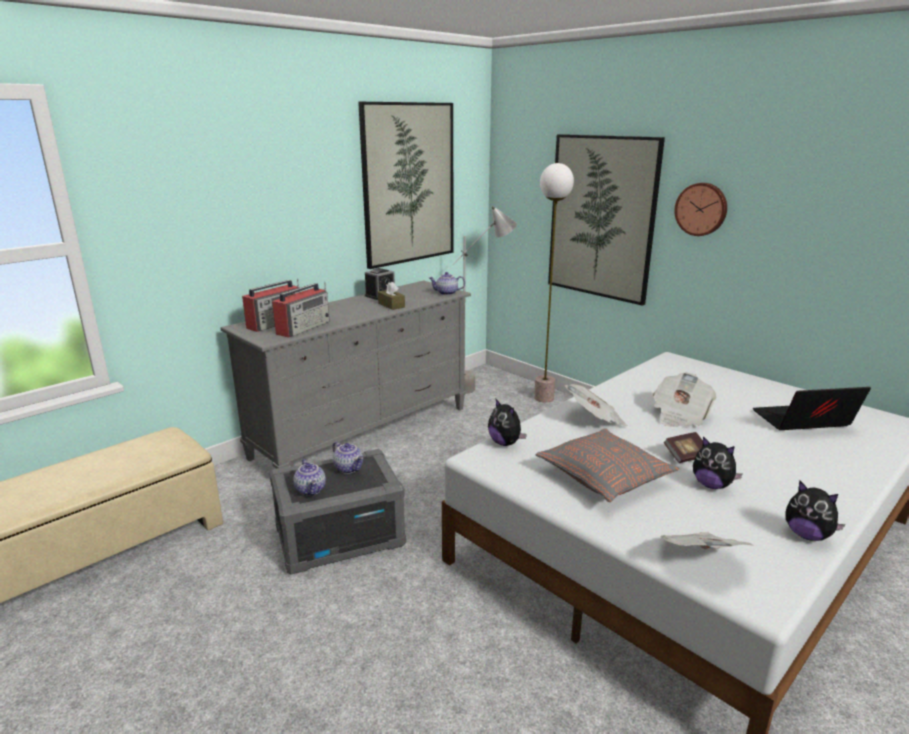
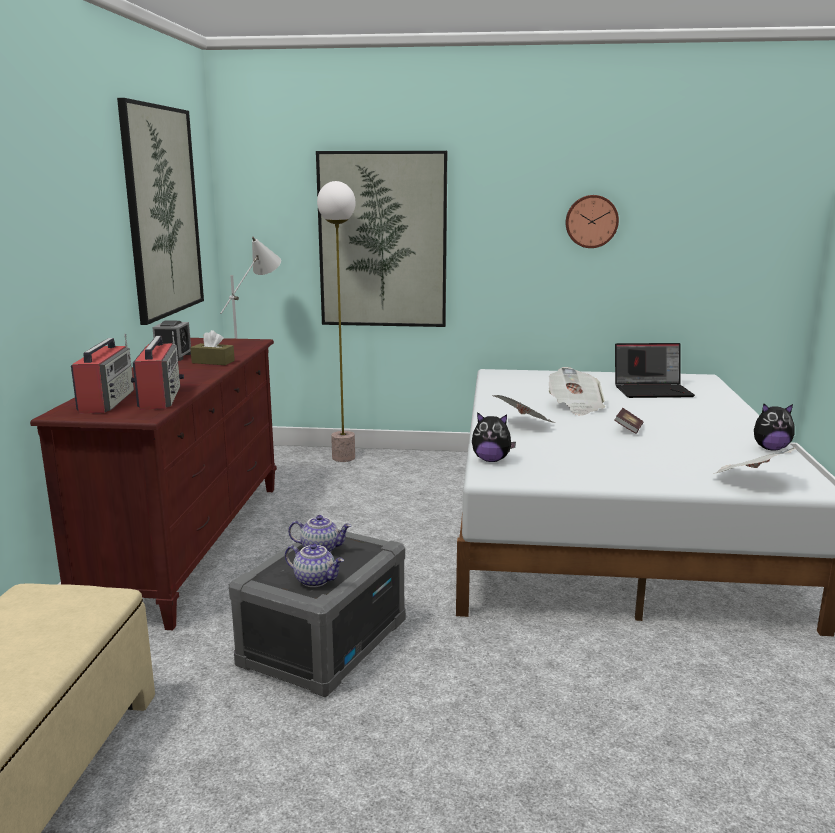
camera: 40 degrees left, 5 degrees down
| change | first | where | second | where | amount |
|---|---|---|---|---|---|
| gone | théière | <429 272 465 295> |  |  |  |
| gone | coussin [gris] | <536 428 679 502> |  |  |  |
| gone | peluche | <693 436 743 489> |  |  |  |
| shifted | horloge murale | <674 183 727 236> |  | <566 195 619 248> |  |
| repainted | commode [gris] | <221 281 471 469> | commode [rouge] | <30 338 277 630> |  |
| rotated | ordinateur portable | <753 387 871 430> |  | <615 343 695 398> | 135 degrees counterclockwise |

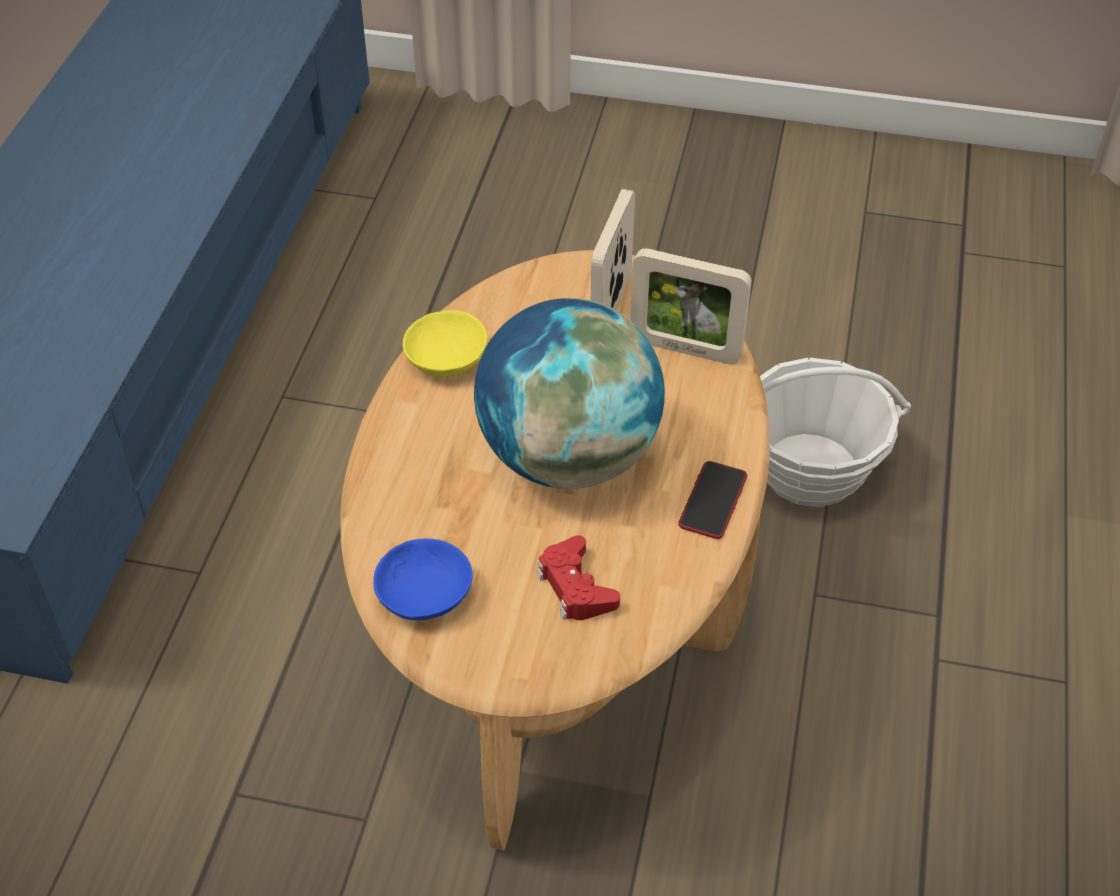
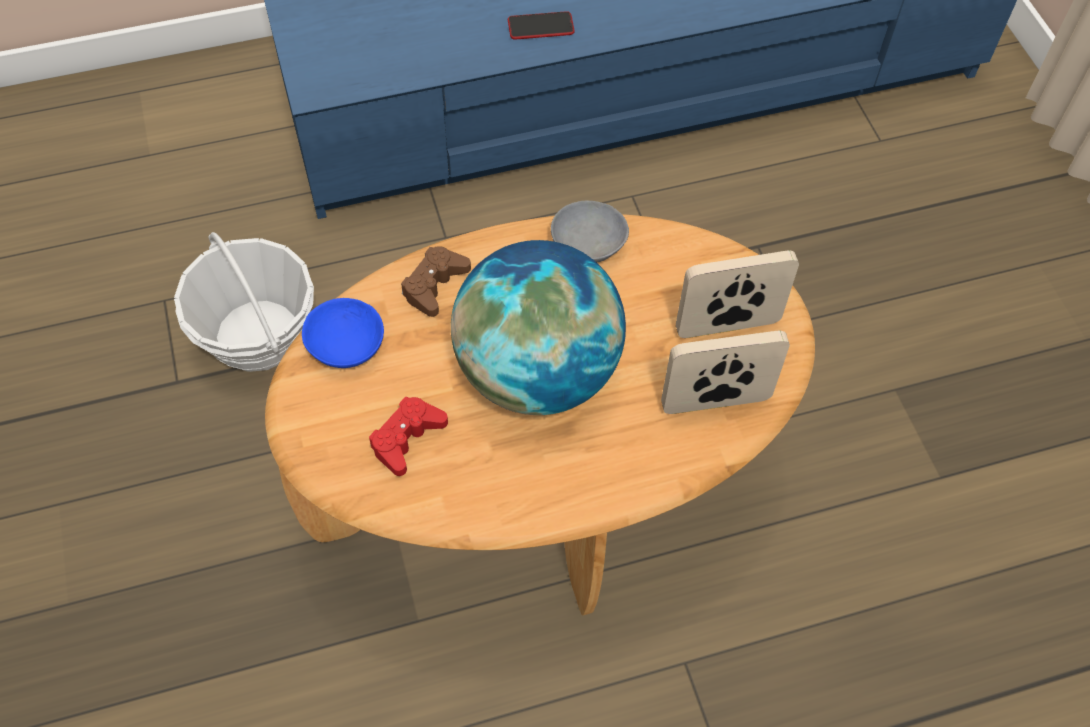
camera: 60 degrees right, 10 degrees up
| change | first | where | second | where | amount |
|---|---|---|---|---|---|
| new |  |  | manette [marron] | <401 246 471 317> |  |
| shifted | téléphone | <678 461 747 539> |  | <508 11 575 40> |  |
| shifted | panier | <760 358 911 507> |  | <174 232 314 372> |  |
| repainted | bol [jaune] | <403 310 487 377> | bol [gris] | <551 201 629 262> |  |
| rotated | cadre photo | <630 248 752 364> |  | <661 331 790 414> | 90 degrees clockwise |

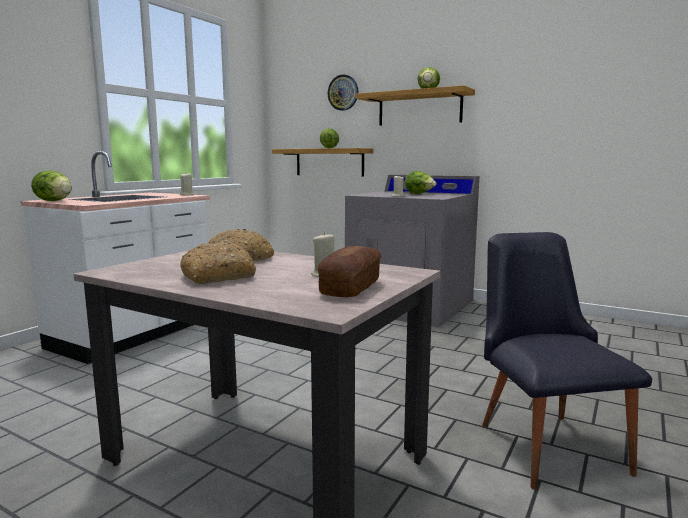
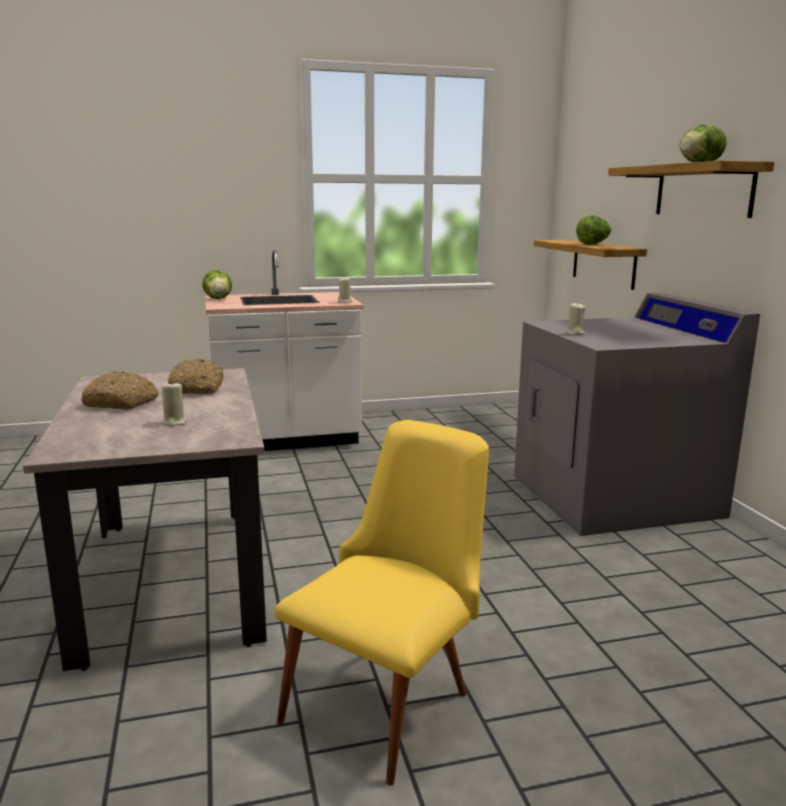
camera: 45 degrees right, 5 degrees up
| change | first | where | second | where | amount |
|---|---|---|---|---|---|
| gone | pain | <318 246 381 297> |  |  |  |
| gone | horloge murale | <328 74 358 111> |  |  |  |
| gone | laitue | <405 171 436 194> |  |  |  |
| repainted | chaise [noir] | <482 232 652 490> | chaise [jaune] | <274 420 489 786> |  |

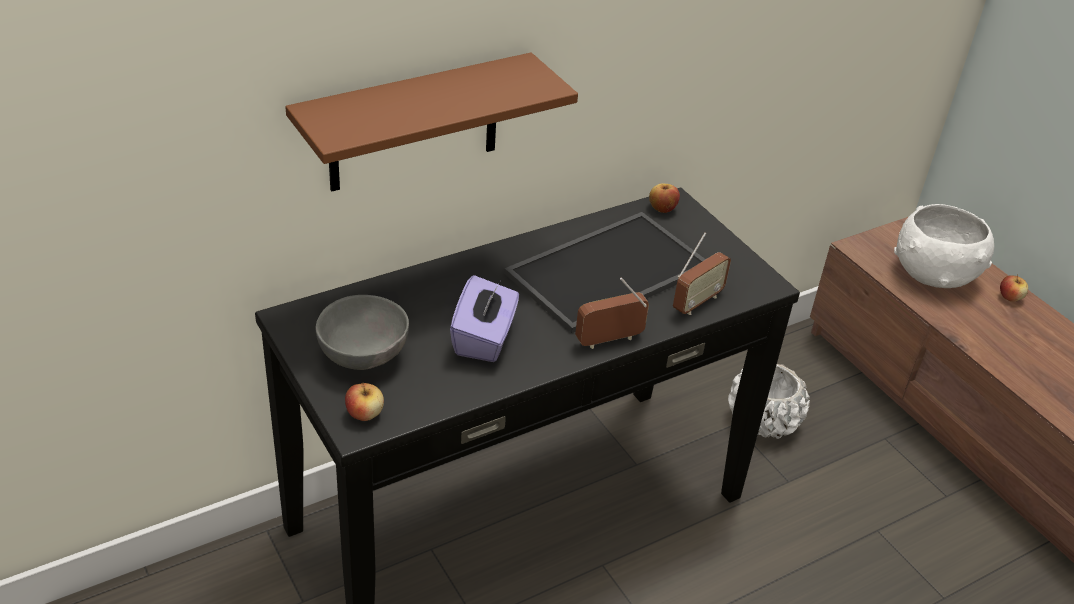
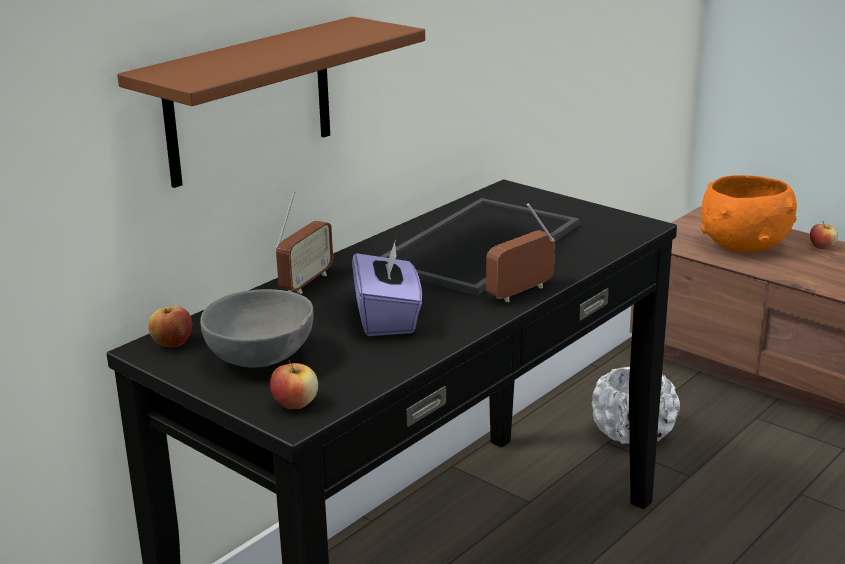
camera: 15 degrees left, 15 degrees down
| change | first | where | second | where | amount |
|---|---|---|---|---|---|
| shifted | pomme | <649 184 680 213> |  | <148 307 192 347> |  |
| shifted | radio | <673 232 731 315> |  | <275 191 333 294> |  |
| repainted | bol [blanc] | <894 204 994 288> | bol [orange] | <701 175 797 253> |  |

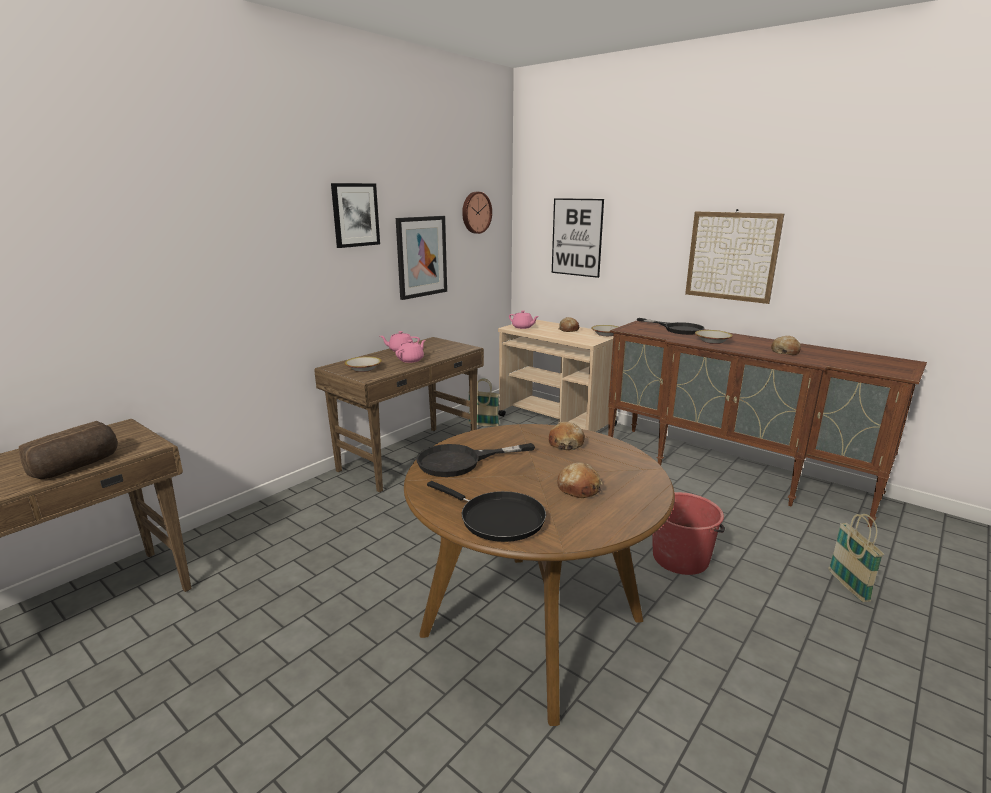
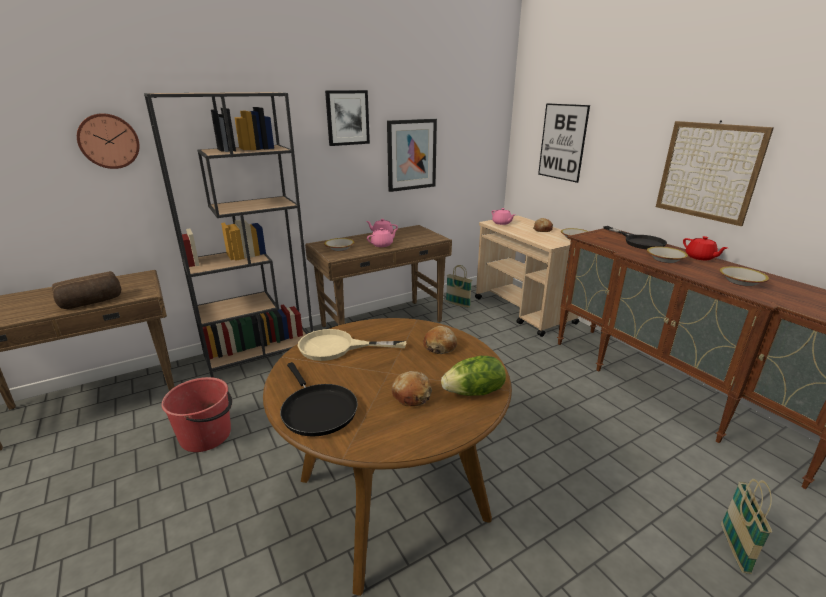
camera: 20 degrees right, 5 degrees up
| change | first | where | second | where | amount |
|---|---|---|---|---|---|
| new |  |  | bibliothèque | <144 92 313 378> |  |
| new |  |  | laitue | <441 356 506 396> |  |
| new |  |  | théière [rouge] | <683 236 727 260> |  |
| shifted | horloge murale | <462 192 492 234> |  | <77 113 140 169> |  |
| shifted | seau [rouge] | <653 492 725 575> |  | <161 377 232 452> |  |
| swapped | pain | <771 336 801 355> | bol | <719 266 769 286> |  |
| repainted | poêle [noir] | <416 443 535 477> | poêle [beige] | <298 329 406 361> |  |

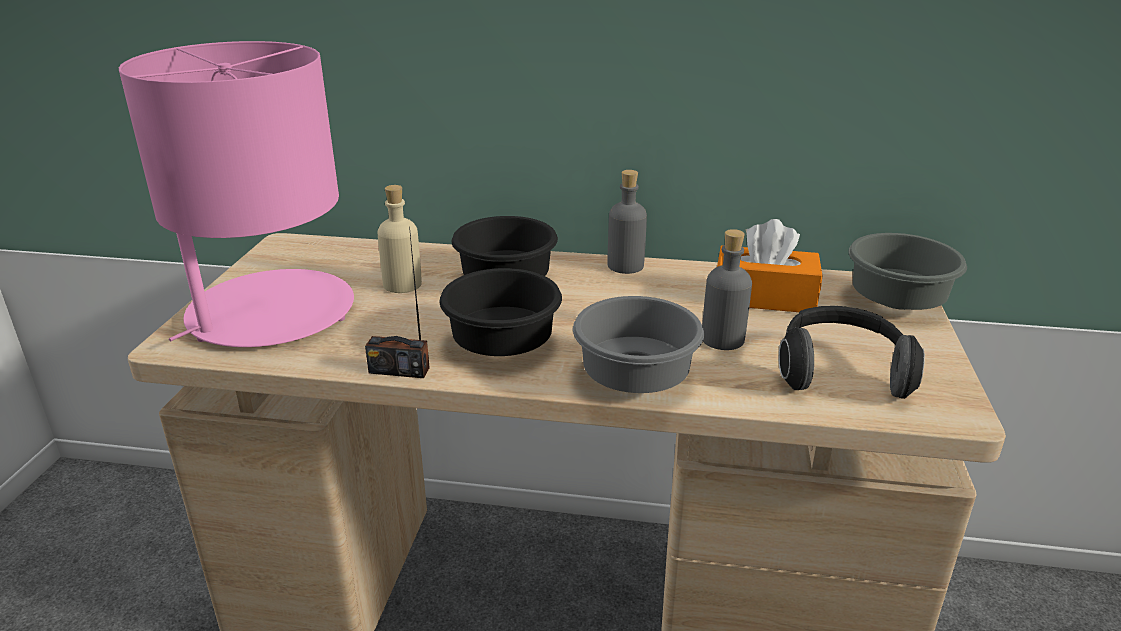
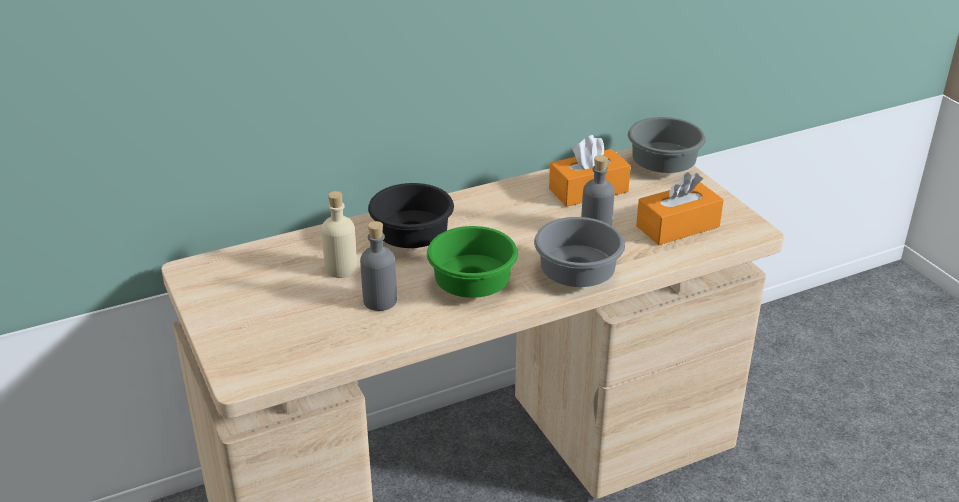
camera: 35 degrees left, 5 degrees up
| change | first | where | second | where | amount |
|---|---|---|---|---|---|
| gone | lampe de table [rose] | <119 41 354 347> |  |  |  |
| gone | radio | <365 226 430 378> |  |  |  |
| shifted | bouteille [gris] | <608 170 647 274> |  | <360 221 397 311> |  |
| swapped | casque audio | <779 306 925 399> | boîte à mouchoirs [orange] | <636 172 724 245> |  |
| repainted | bol [noir] | <440 268 562 356> | bol [vert] | <427 226 518 298> |  |

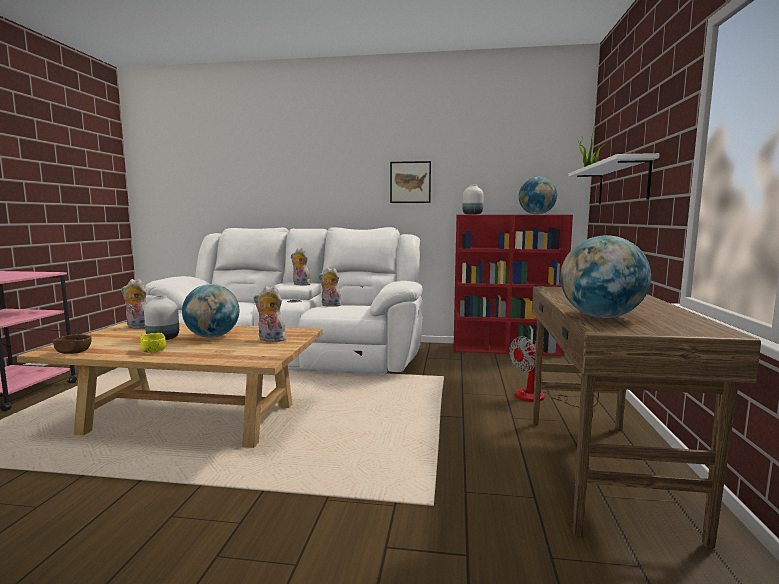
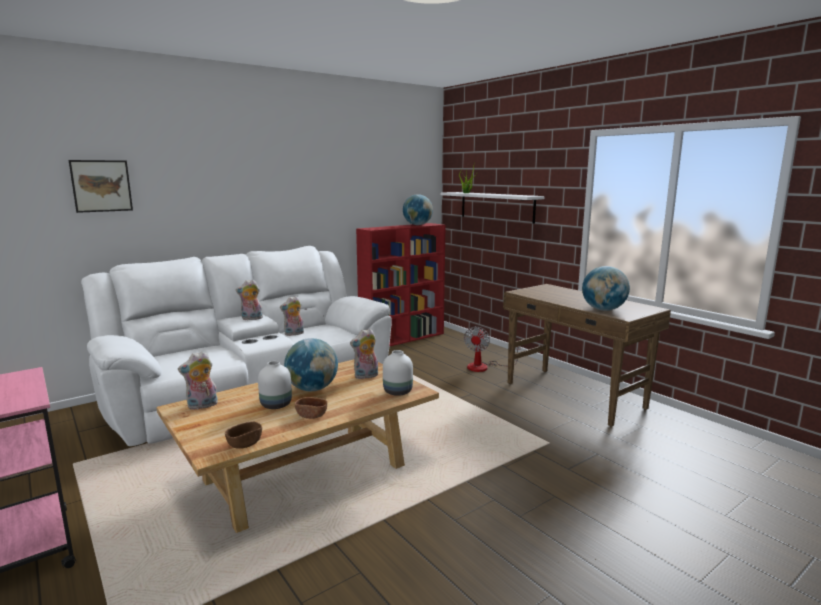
camera: 45 degrees left, 5 degrees up
| change | first | where | second | where | amount |
|---|---|---|---|---|---|
| shifted | tableau | <390 161 431 203> |  | <69 160 133 213> |  |
| shifted | vase [blanc] | <463 185 484 215> |  | <383 350 413 396> |  |
| repainted | bol [jaune] | <140 333 166 353> | bol [marron] | <295 397 327 419> |  |

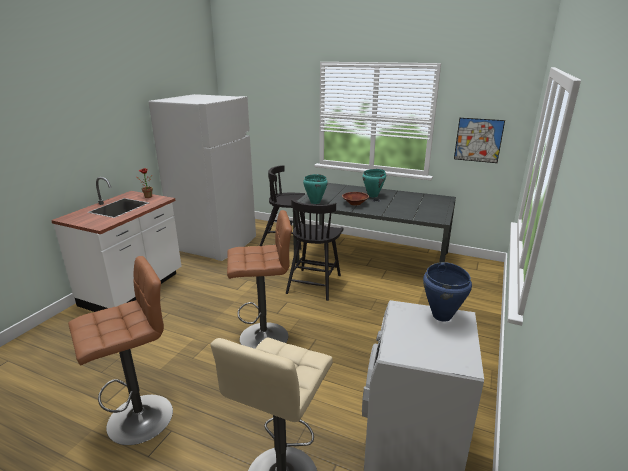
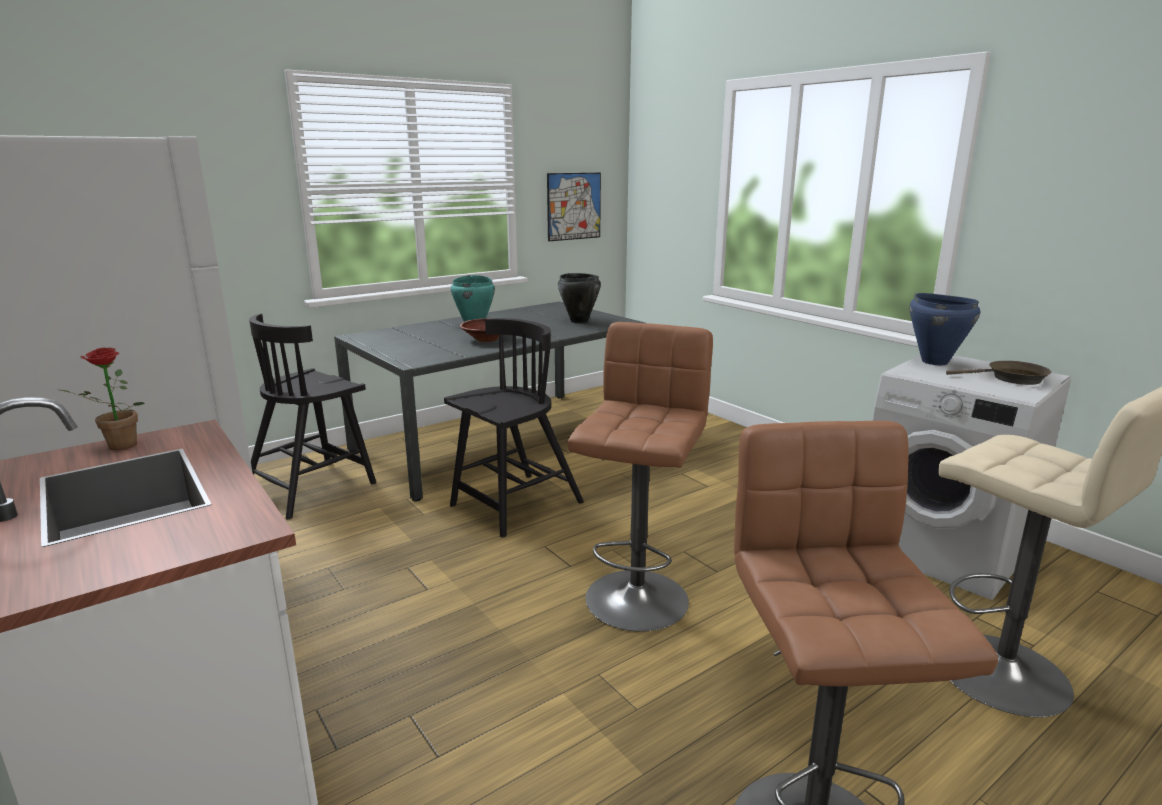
camera: 60 degrees left, 5 degrees down
| change | first | where | second | where | amount |
|---|---|---|---|---|---|
| gone | marmite [turquoise] | <303 174 328 204> |  |  |  |
| new |  |  | marmite [noir] | <558 273 601 323> |  |
| new |  |  | poêle [marron] | <946 361 1052 385> |  |
| rotated | chaise [noir] | <286 198 343 301> |  | <444 318 584 537> | 90 degrees counterclockwise |

